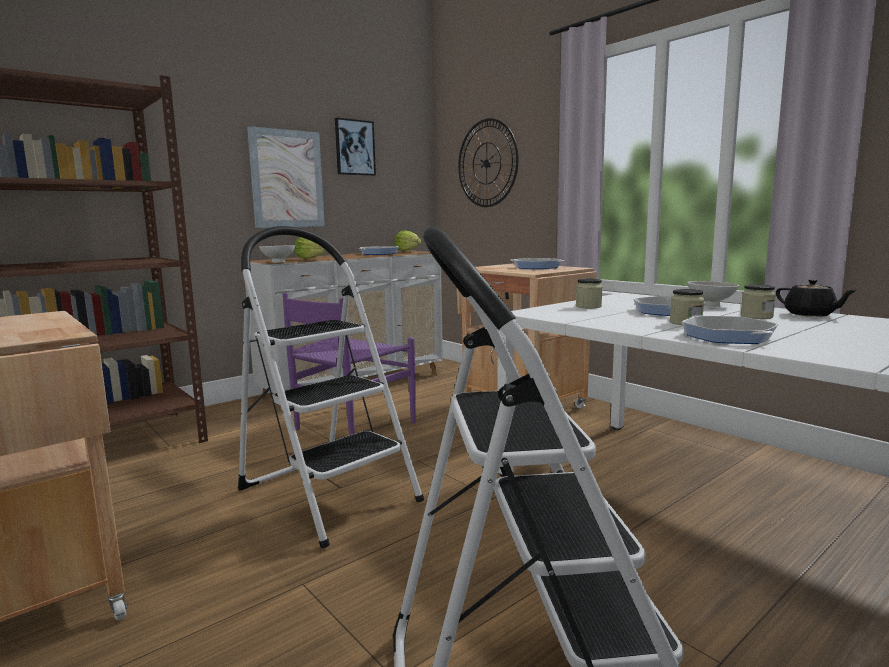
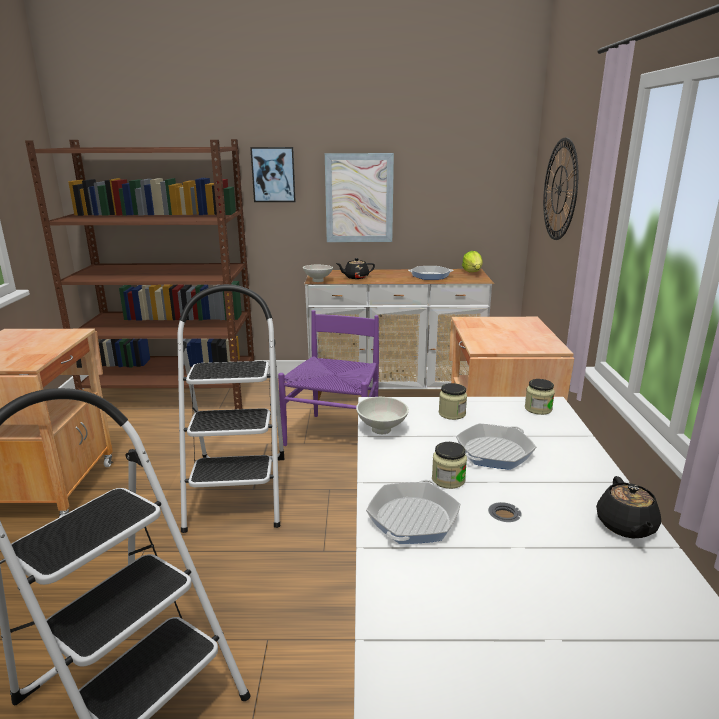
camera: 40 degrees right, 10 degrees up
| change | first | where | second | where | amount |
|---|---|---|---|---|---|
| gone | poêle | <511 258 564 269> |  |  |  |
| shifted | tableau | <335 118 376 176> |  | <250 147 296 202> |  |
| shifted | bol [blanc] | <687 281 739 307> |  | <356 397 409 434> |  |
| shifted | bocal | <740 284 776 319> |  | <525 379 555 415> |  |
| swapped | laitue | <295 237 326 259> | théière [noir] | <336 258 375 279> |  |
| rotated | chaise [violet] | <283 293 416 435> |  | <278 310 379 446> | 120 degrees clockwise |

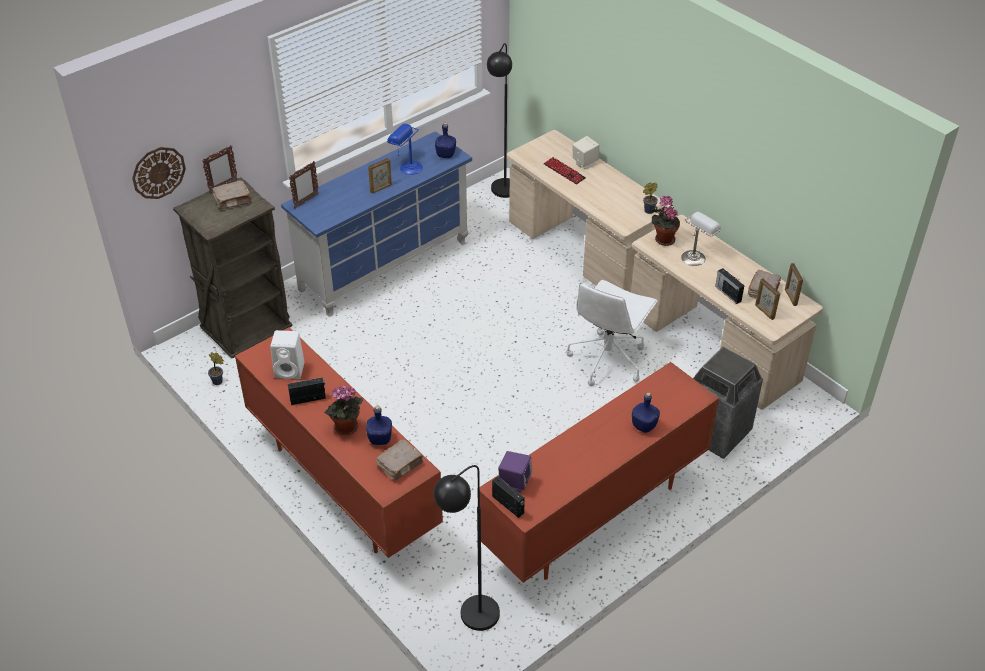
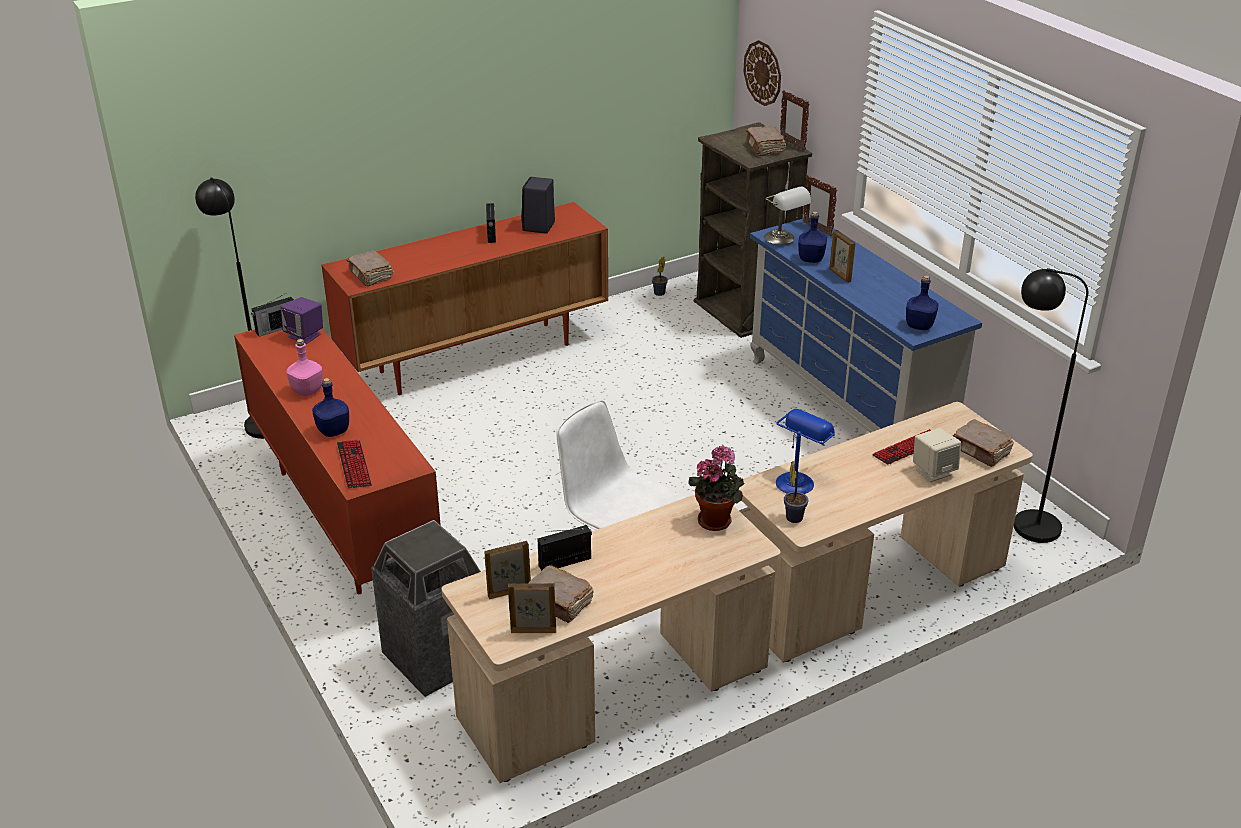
camera: 100 degrees right, 10 degrees down
| change | first | where | second | where | amount |
|---|---|---|---|---|---|
| gone | plante en pot | <324 386 363 435> |  |  |  |
| new |  |  | bouteille [rose] | <286 339 323 396> |  |
| new |  |  | clavier | <337 440 372 488> |  |
| new |  |  | livre [marron] | <952 419 1014 467> |  |
| shifted | bouteille [bleu] | <366 406 392 445> |  | <798 211 827 263> |  |
| shifted | lampe de table [bleu] | <387 124 423 175> |  | <776 409 835 494> |  |
| shifted | lampe de table [blanc] | <681 212 721 266> |  | <764 186 811 244> |  |
| repainted | enceinte [blanc] | <270 330 304 379> | enceinte [noir] | <521 177 555 233> |  |

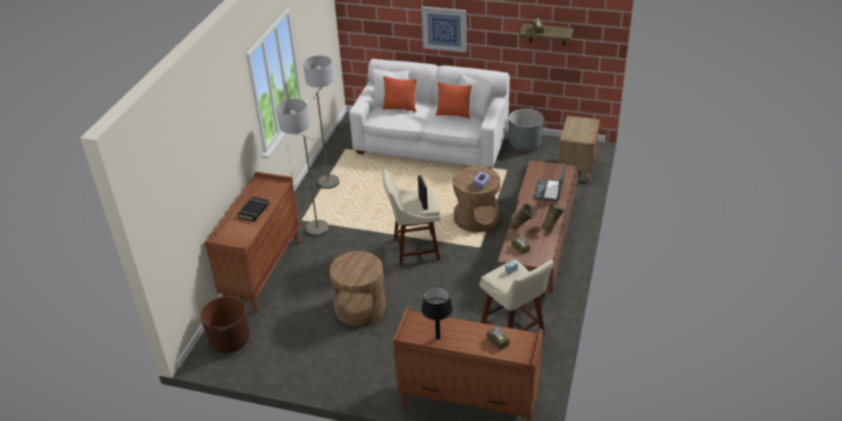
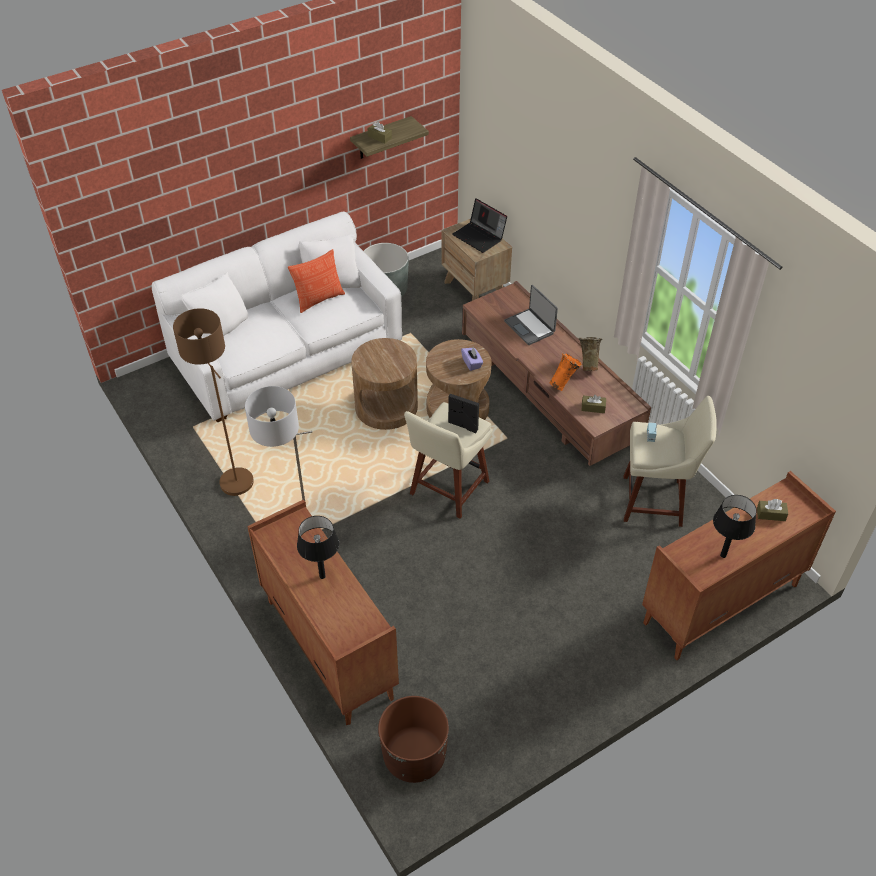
camera: 50 degrees left, 10 degrees up
| change | first | where | second | where | amount |
|---|---|---|---|---|---|
| gone | coussin [orange] | <383 76 417 112> |  |  |  |
| gone | tableau | <422 6 467 53> |  |  |  |
| new |  |  | ordinateur portable | <452 198 507 253> |  |
| shifted | table d'appoint [marron] | <329 251 386 327> |  | <351 338 418 430> |  |
| swapped | livre [noir] | <238 197 269 221> | lampe de table [noir] | <297 516 339 579> |  |
| repainted | lampadaire [gris] | <303 56 339 189> | lampadaire [marron] | <173 308 254 496> |  |
| repainted | vase [beige] | <510 203 537 229> | vase [orange] | <549 353 582 391> |  |

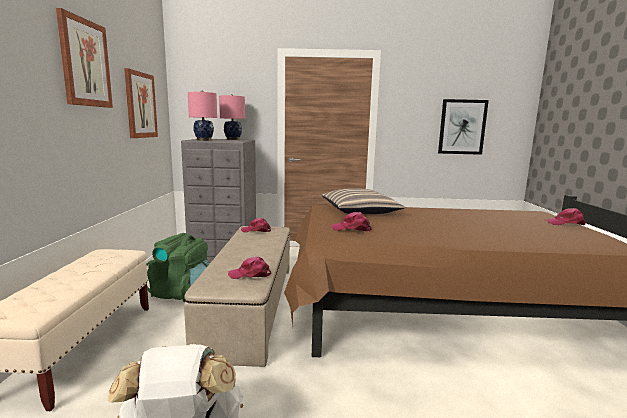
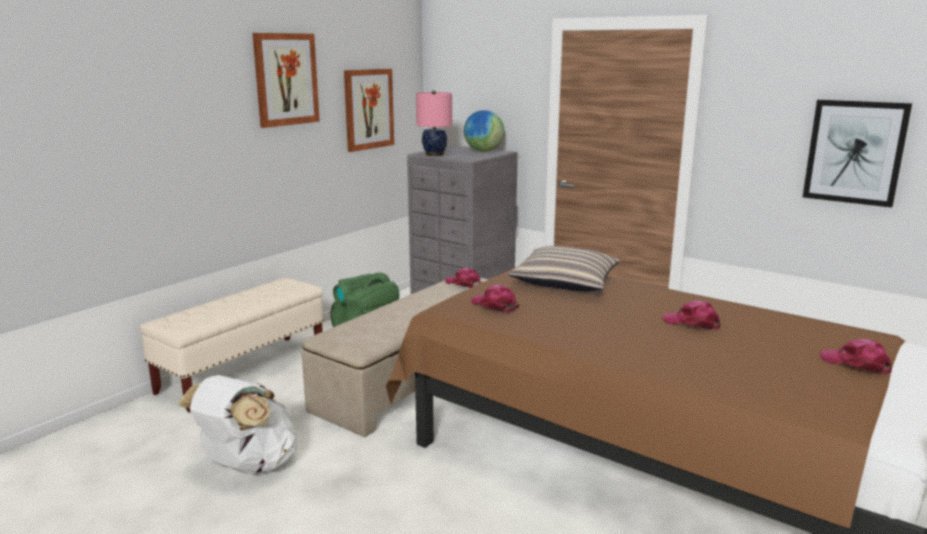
camera: 35 degrees right, 5 degrees up
| change | first | where | second | where | amount |
|---|---|---|---|---|---|
| shifted | casquette [rose] | <228 257 271 279> |  | <662 301 720 329> |  |
| swapped | lampe de table [rose] | <219 94 245 140> | globe | <464 110 505 152> |  |

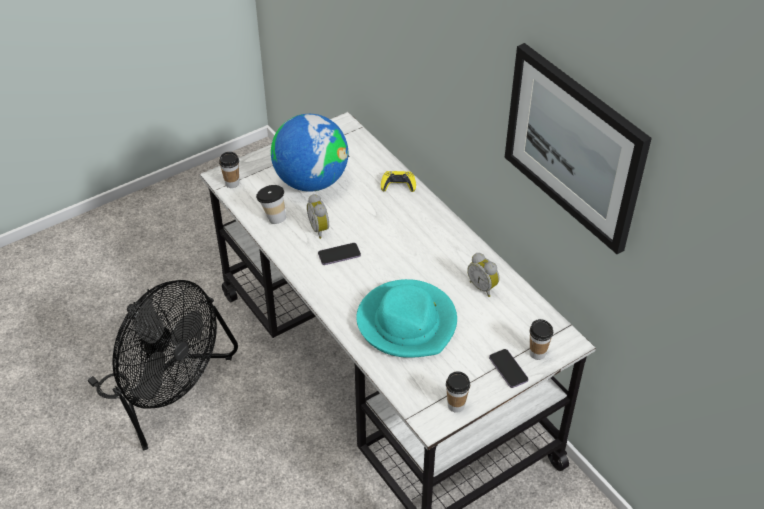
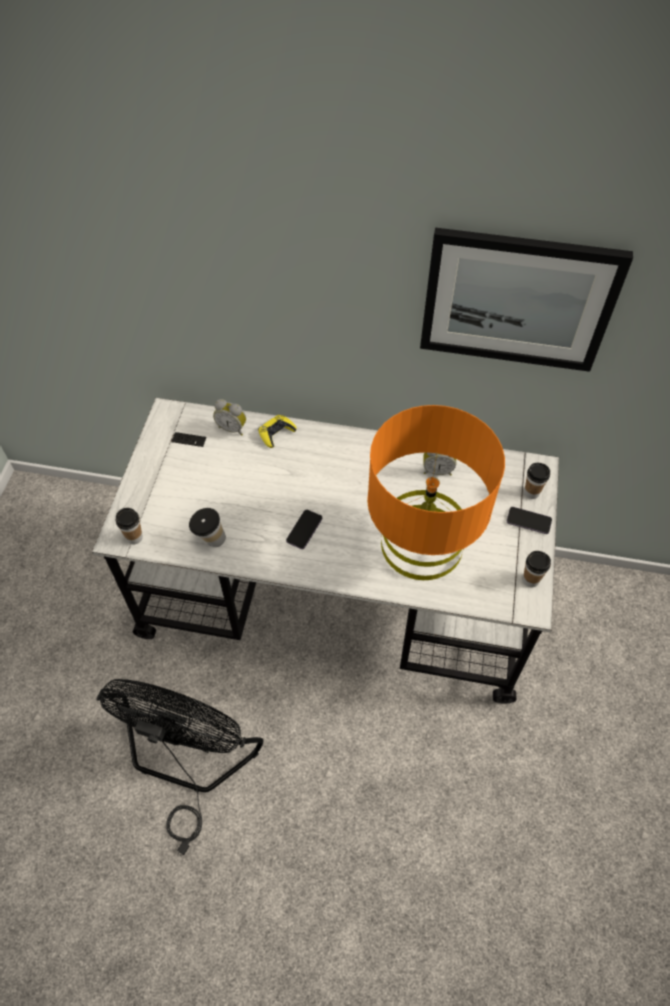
camera: 45 degrees left, 10 degrees up
| change | first | where | second | where | amount |
|---|---|---|---|---|---|
| gone | globe | <271 114 348 192> |  |  |  |
| shifted | réveil | <307 194 329 239> |  | <213 399 246 436> |  |
| swapped | chapeau [turquoise] | <356 279 457 358> | lampe de table [orange] | <367 405 505 580> |  |
| rotated | ventilateur [noir] | <88 280 238 451> |  | <96 679 263 857> | 60 degrees counterclockwise |

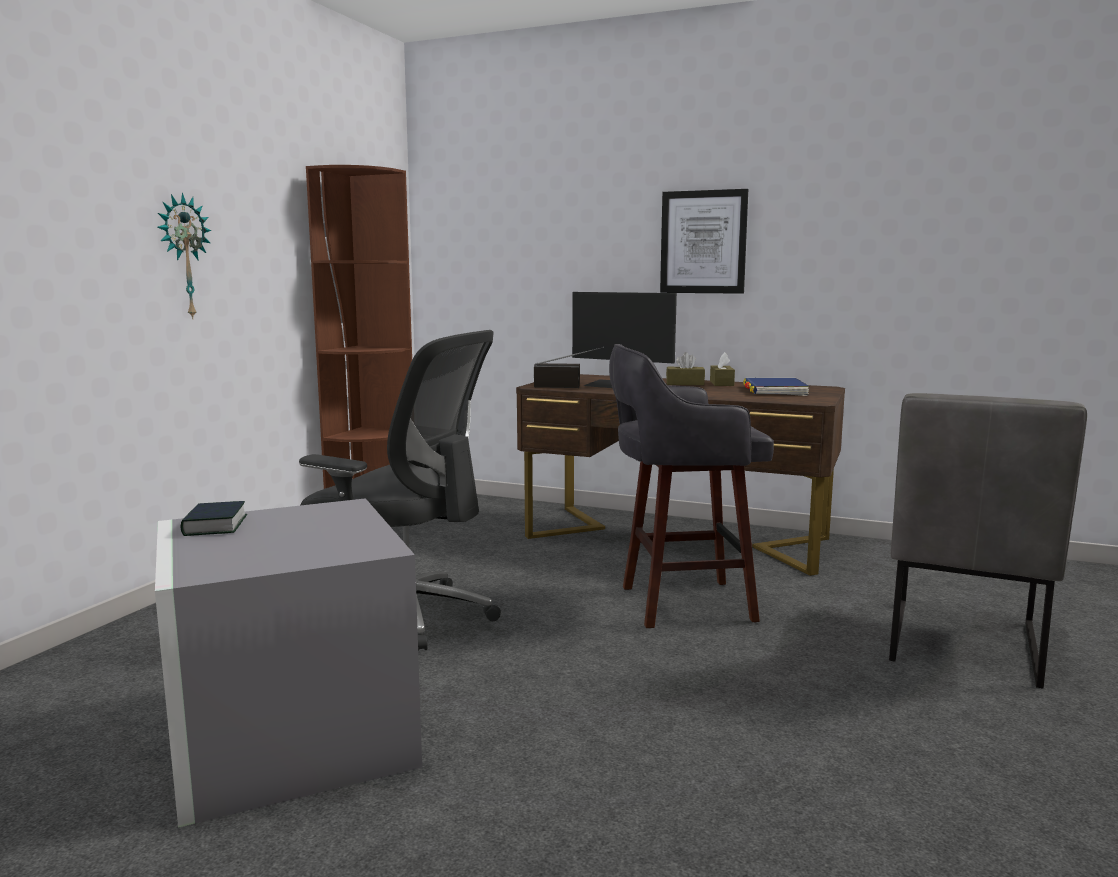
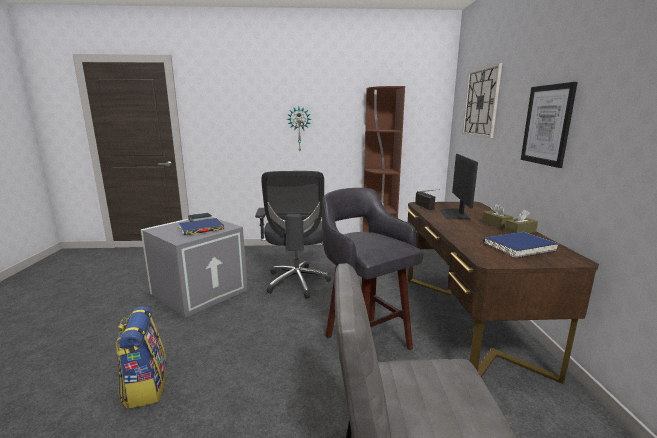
camera: 65 degrees right, 5 degrees up
| change | first | where | second | where | amount |
|---|---|---|---|---|---|
| new |  |  | sac à dos | <116 306 166 408> |  |
| new |  |  | livre [bleu] | <178 218 224 235> |  |
| new |  |  | horloge murale | <462 63 502 138> |  |

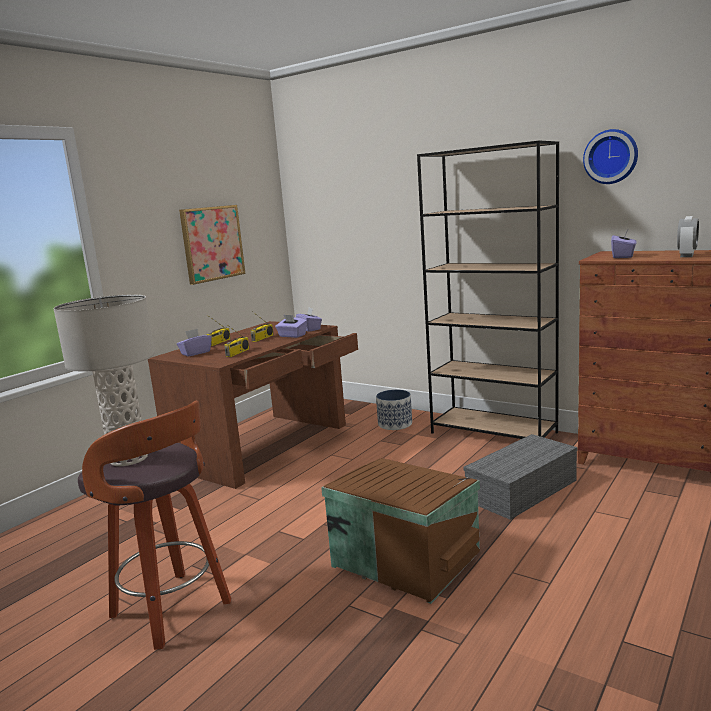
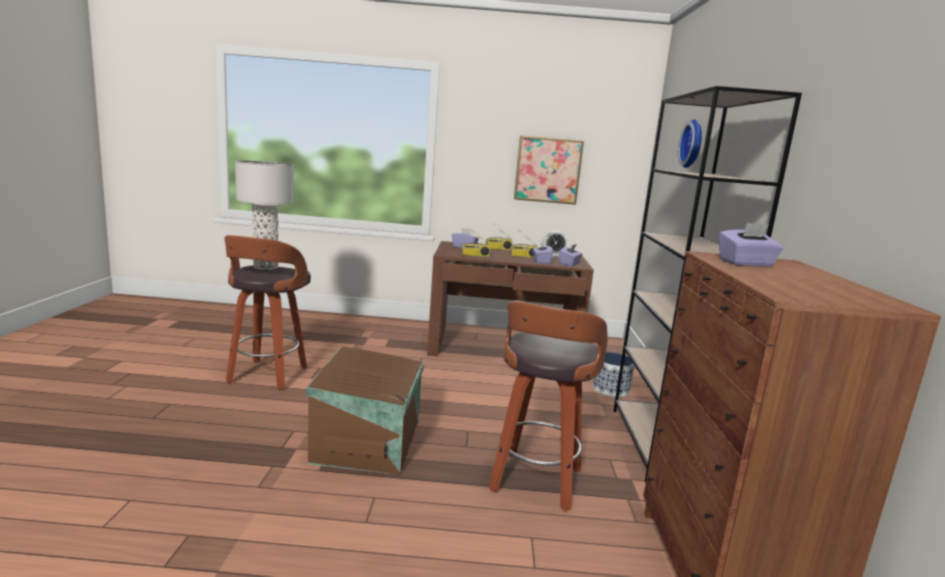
camera: 55 degrees right, 0 degrees up
| change | first | where | second | where | amount |
|---|---|---|---|---|---|
| shifted | horloge murale | <583 129 638 184> |  | <678 119 702 168> |  |
| shifted | réveil | <677 216 699 257> |  | <543 230 568 258> |  |
| swapped | boîte de rangement [gris] | <463 434 578 520> | tabouret | <489 301 608 511> |  |

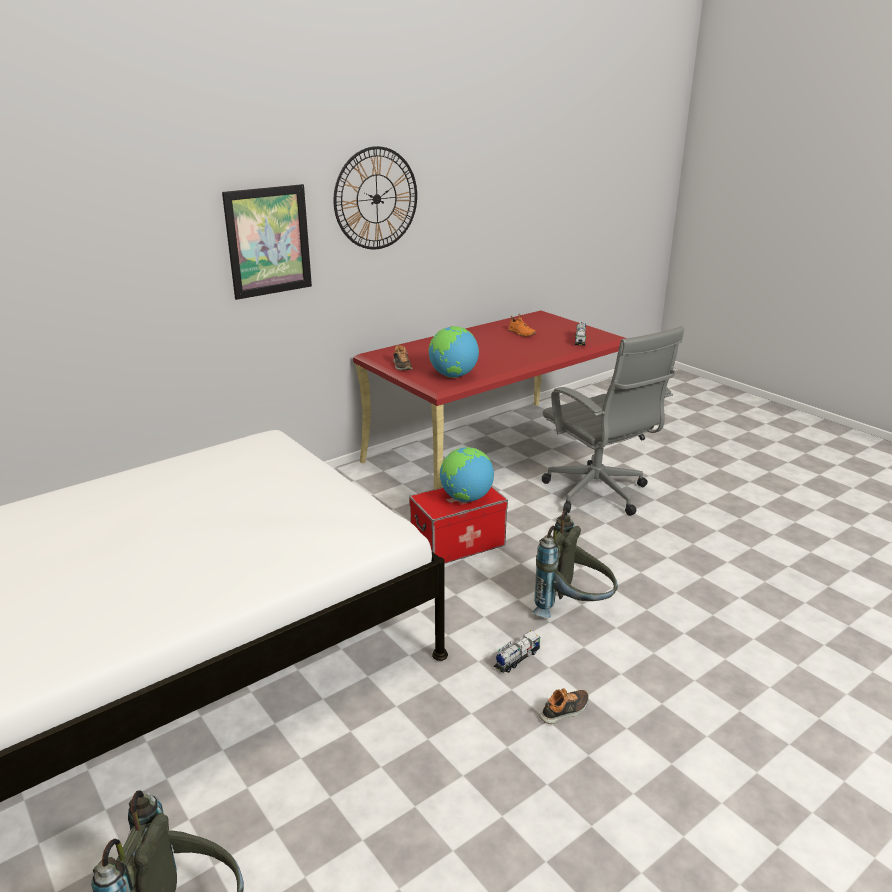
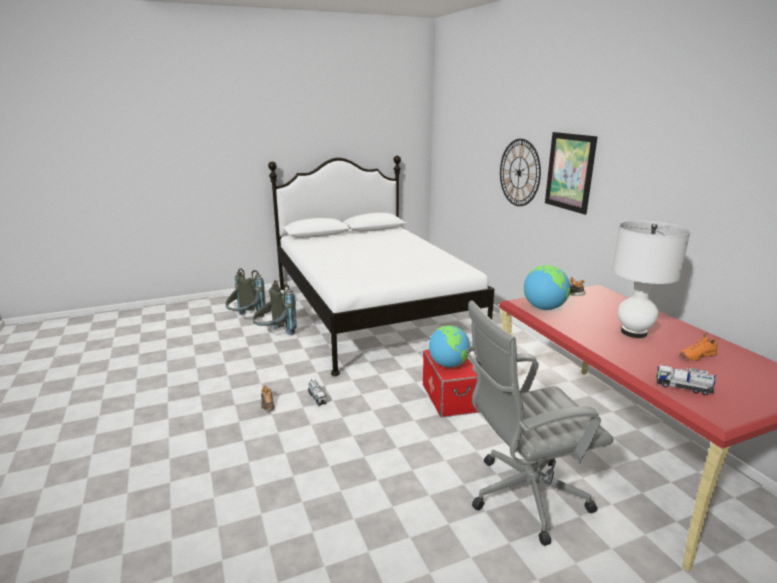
camera: 105 degrees right, 5 degrees down
| change | first | where | second | where | amount |
|---|---|---|---|---|---|
| new |  |  | lampe de table [blanc] | <612 220 690 338> |  |
| shifted | horloge murale | <334 146 417 249> |  | <500 139 541 206> |  |
| shifted | sac à dos [gris] | <533 510 618 618> |  | <253 280 297 335> |  |

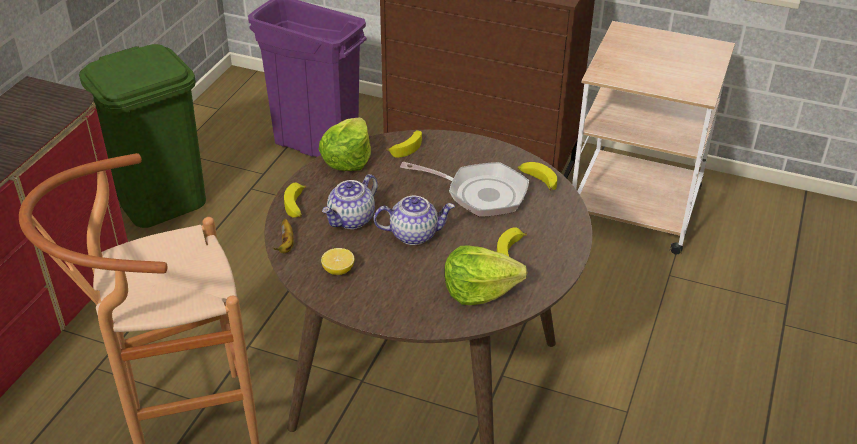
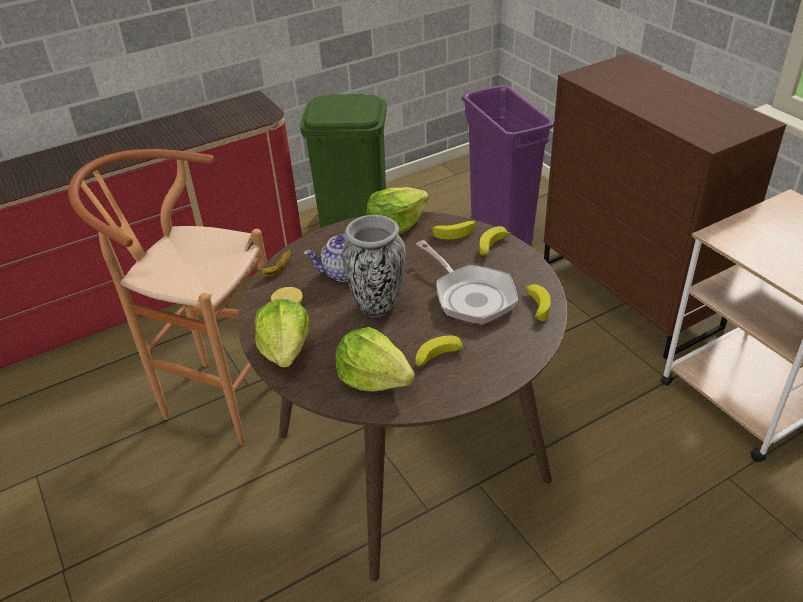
camera: 40 degrees right, 0 degrees up
| change | first | where | second | where | amount |
|---|---|---|---|---|---|
| new |  |  | laitue | <255 299 310 367> |  |
| shifted | banane | <284 182 306 218> |  | <479 226 511 256> |  |
| swapped | théière | <373 195 455 245> | vase | <342 215 406 317> |  |

